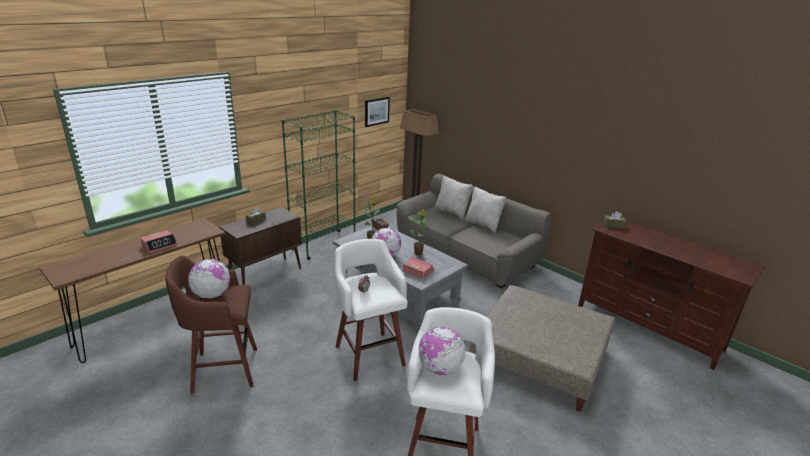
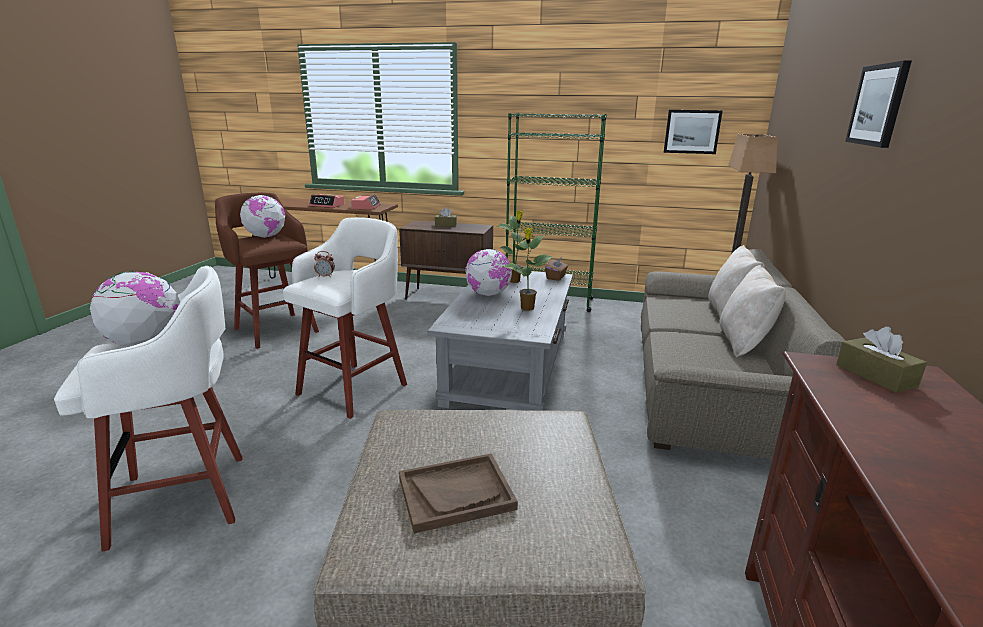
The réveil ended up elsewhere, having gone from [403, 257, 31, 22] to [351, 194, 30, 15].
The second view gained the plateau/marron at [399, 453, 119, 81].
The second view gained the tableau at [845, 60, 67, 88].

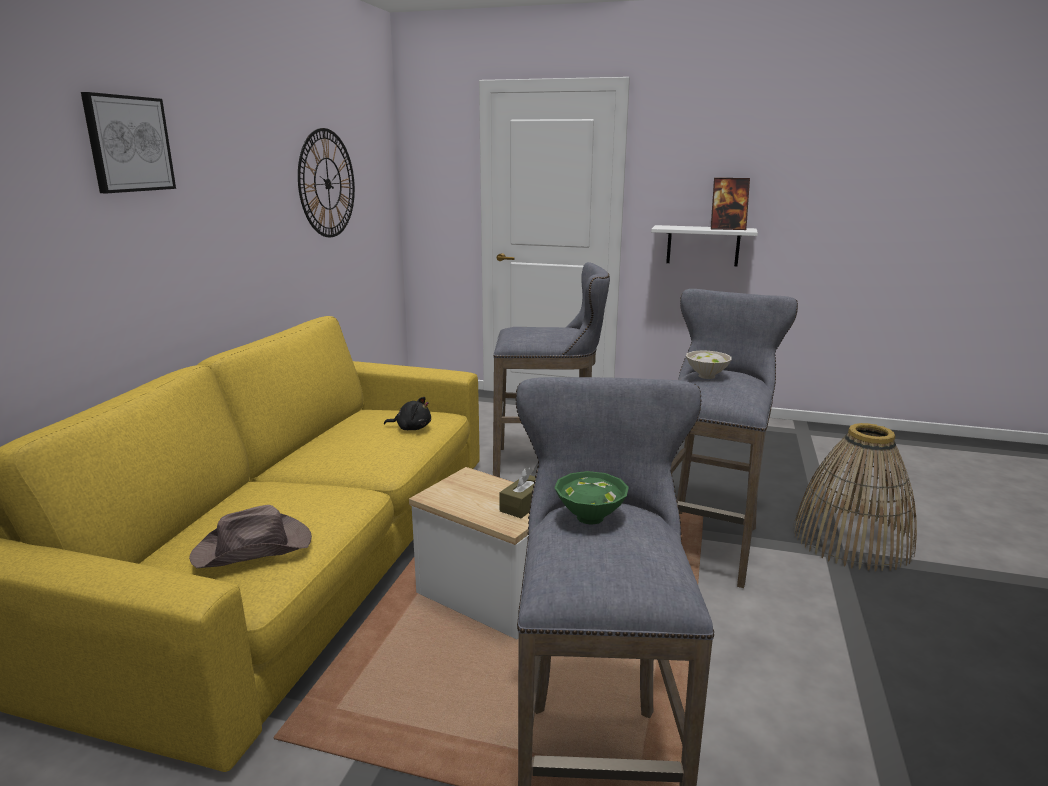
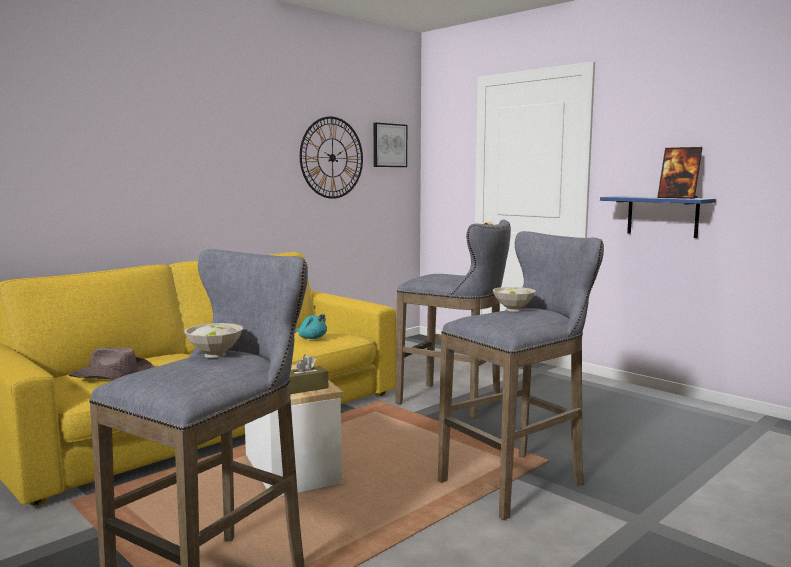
What was the bol/vert at [554, 471, 75, 54] turned into the bol/blanc at [185, 323, 58, 35].
What was the peluche/noir at [384, 397, 47, 33] turned into the peluche/turquoise at [295, 314, 32, 25].
The tableau ended up elsewhere, having gone from [81, 92, 95, 101] to [373, 123, 34, 44].
What was the étagère/blanc at [651, 225, 107, 41] turned into the étagère/bleu at [600, 196, 116, 42].
The second view lost the panier at [794, 423, 123, 148].

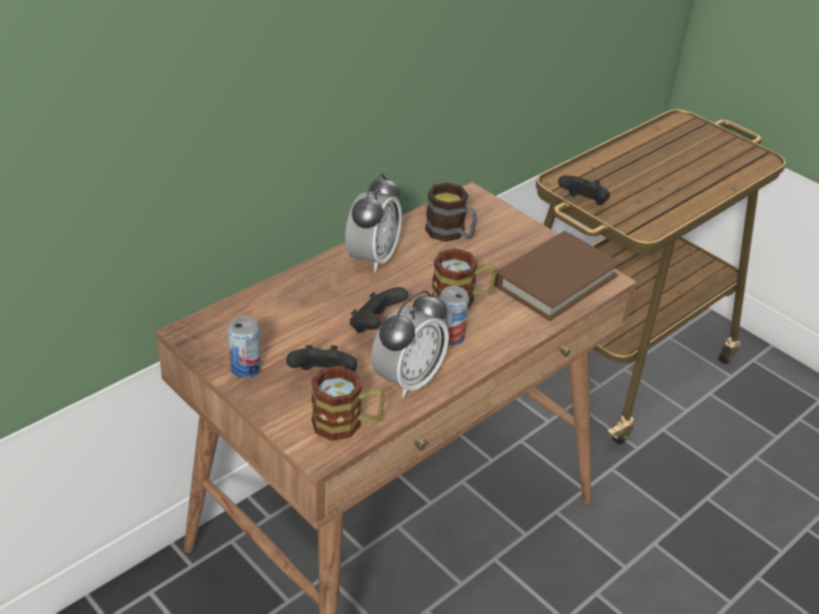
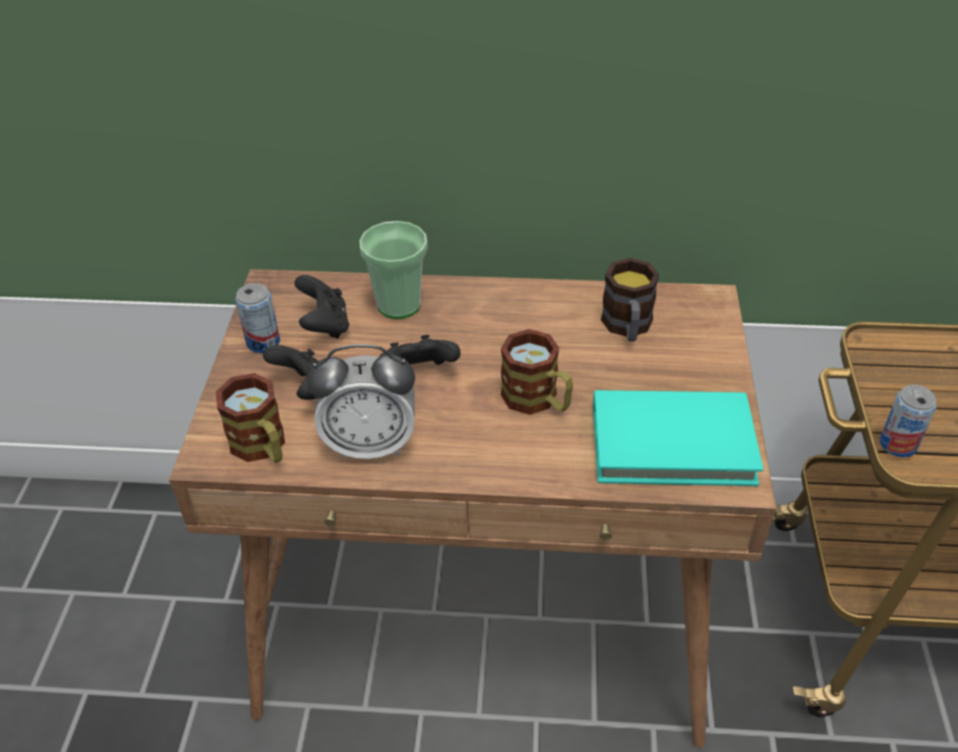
The manette/noir ended up elsewhere, having gone from [558, 175, 52, 30] to [294, 275, 55, 63].
The second view gained the tasse at [359, 221, 68, 98].
What was the livre/marron at [494, 231, 127, 90] turned into the livre/turquoise at [593, 390, 170, 96].
The boîte métallique ended up elsewhere, having gone from [438, 286, 31, 59] to [880, 385, 57, 72].
The second view lost the réveil at [345, 173, 57, 99].

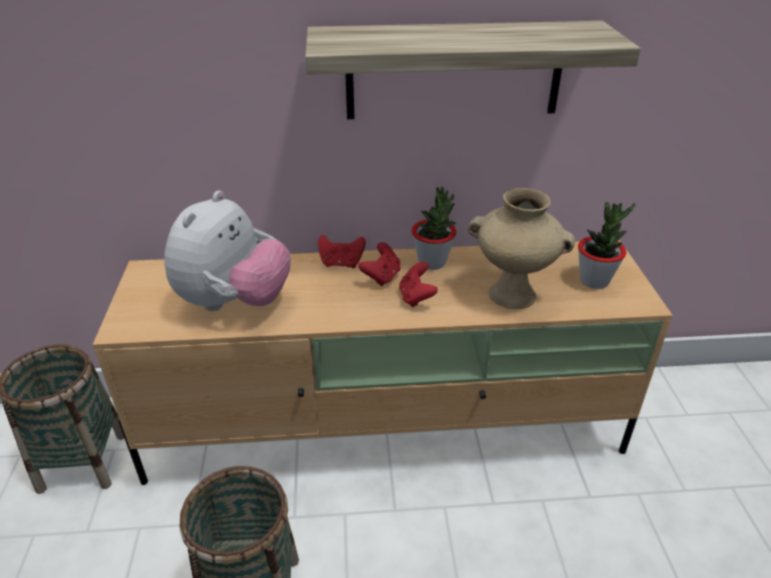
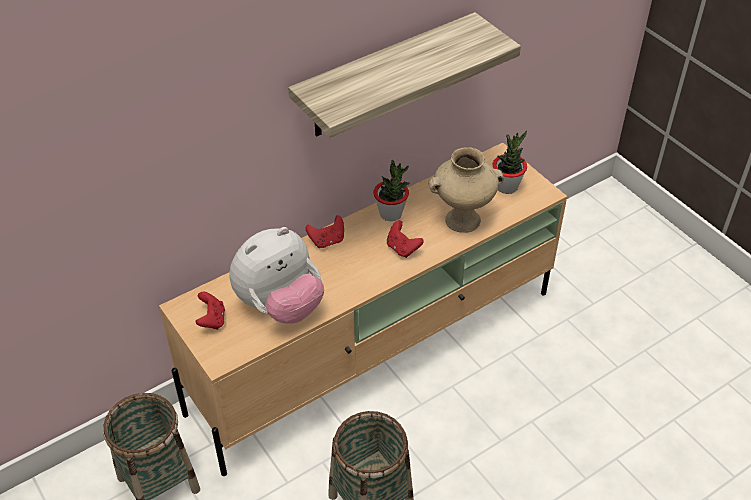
The manette/rouge ended up elsewhere, having gone from [359, 242, 42, 44] to [195, 292, 30, 38].
The peluche at [164, 190, 127, 121] ended up facing another way, 60 degrees clockwise from before.

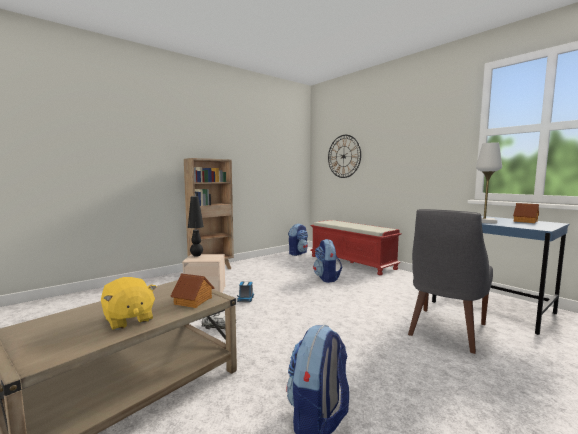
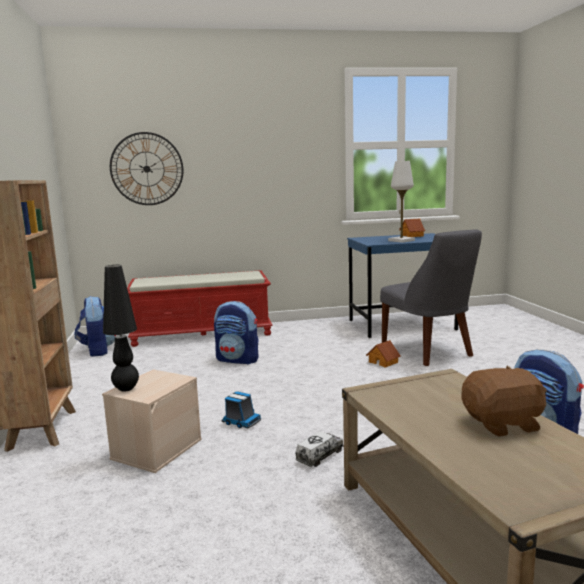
The maison miniature ended up elsewhere, having gone from [170, 274, 44, 34] to [366, 340, 34, 28].
What was the peluche/jaune at [101, 277, 56, 53] turned into the peluche/marron at [462, 366, 85, 71].

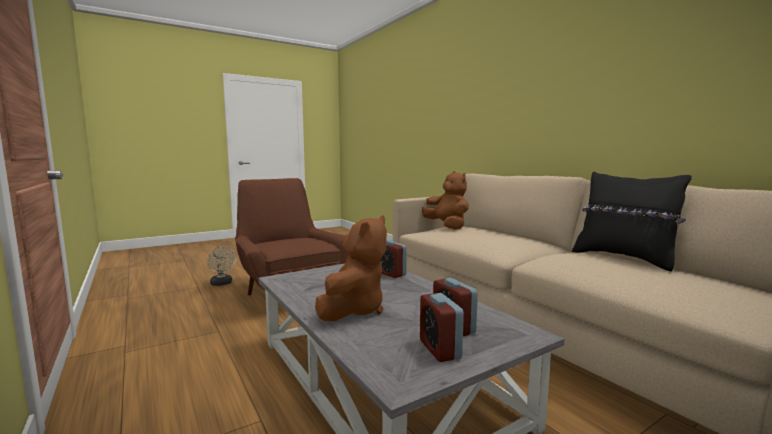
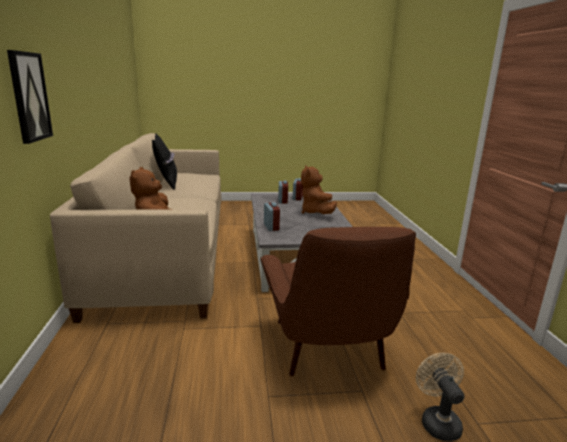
The second view gained the tableau at [7, 50, 46, 94].
The peluche/marron at [315, 215, 72, 106] ended up facing another way, 60 degrees counterclockwise from before.

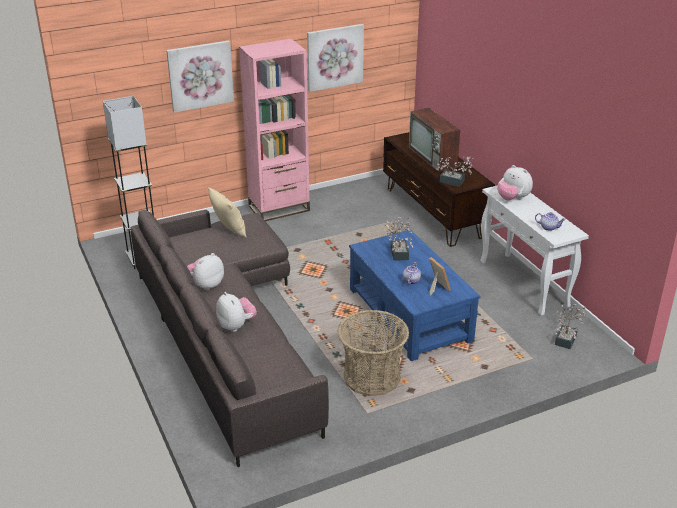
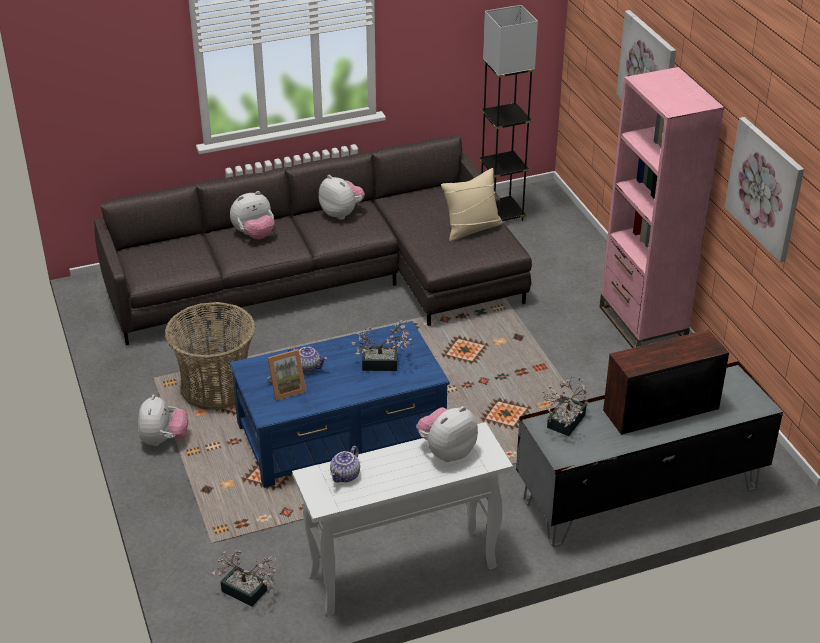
The second view gained the peluche at [138, 394, 50, 52].
What was the meuble télé/marron at [383, 132, 112, 115] turned into the meuble télé/gris at [516, 361, 267, 186].

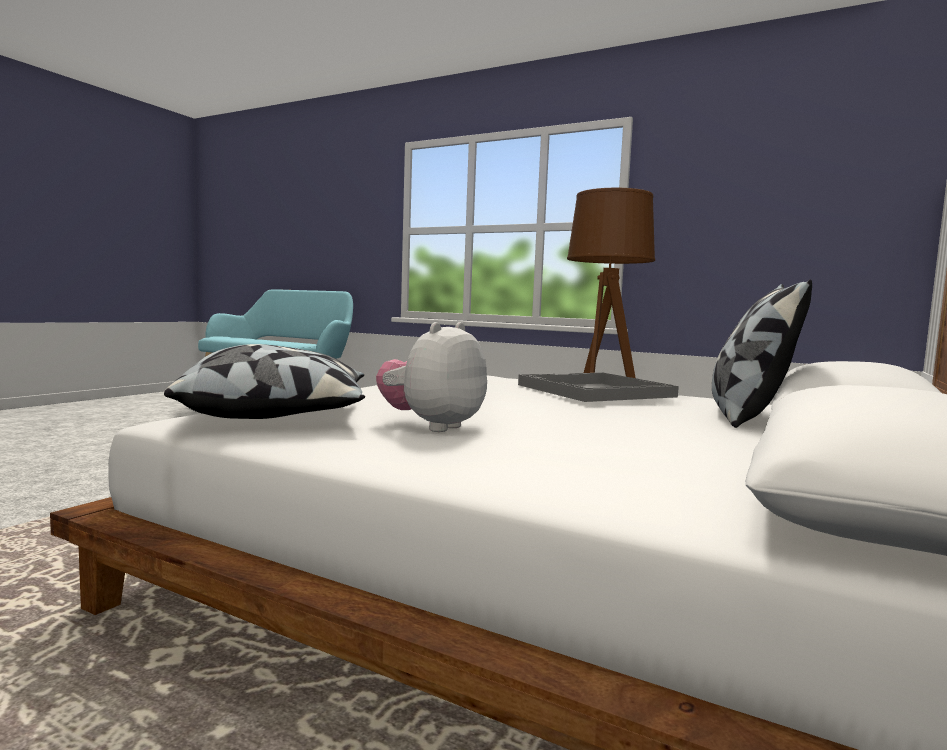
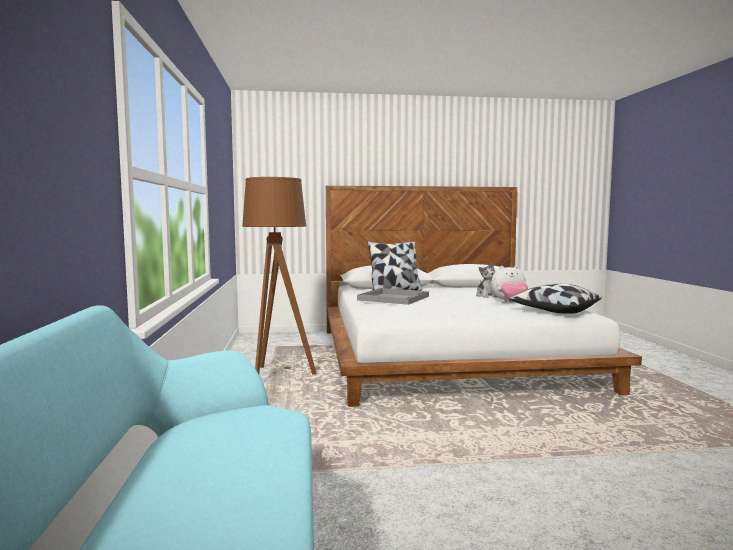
The second view gained the peluche at [476, 262, 22, 36].

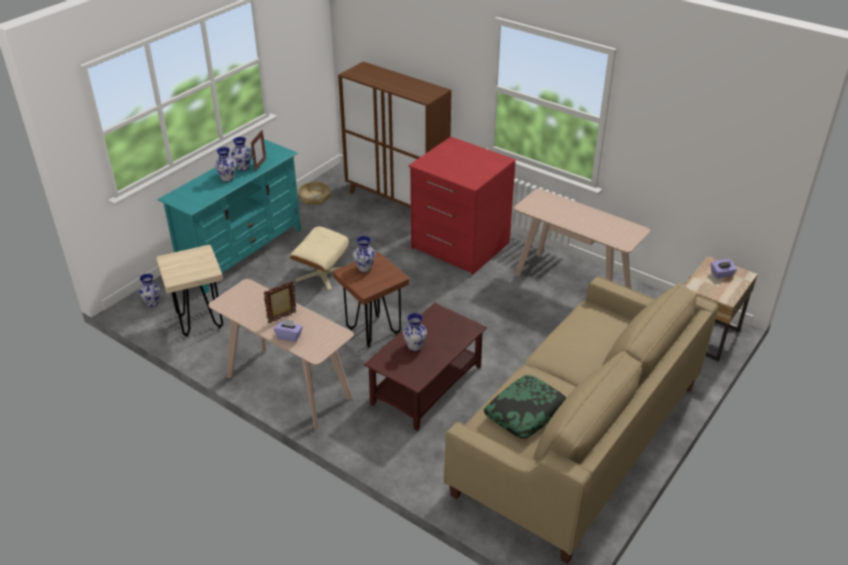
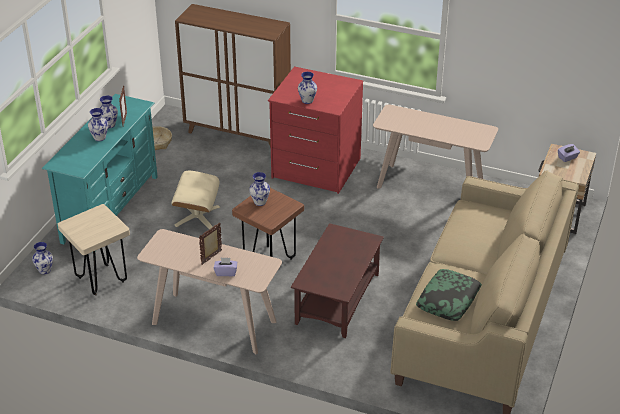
The vase ended up elsewhere, having gone from [403, 313, 24, 38] to [298, 72, 19, 32].

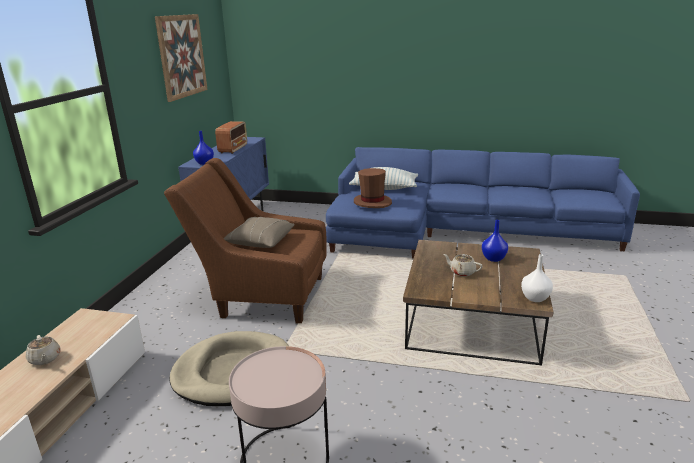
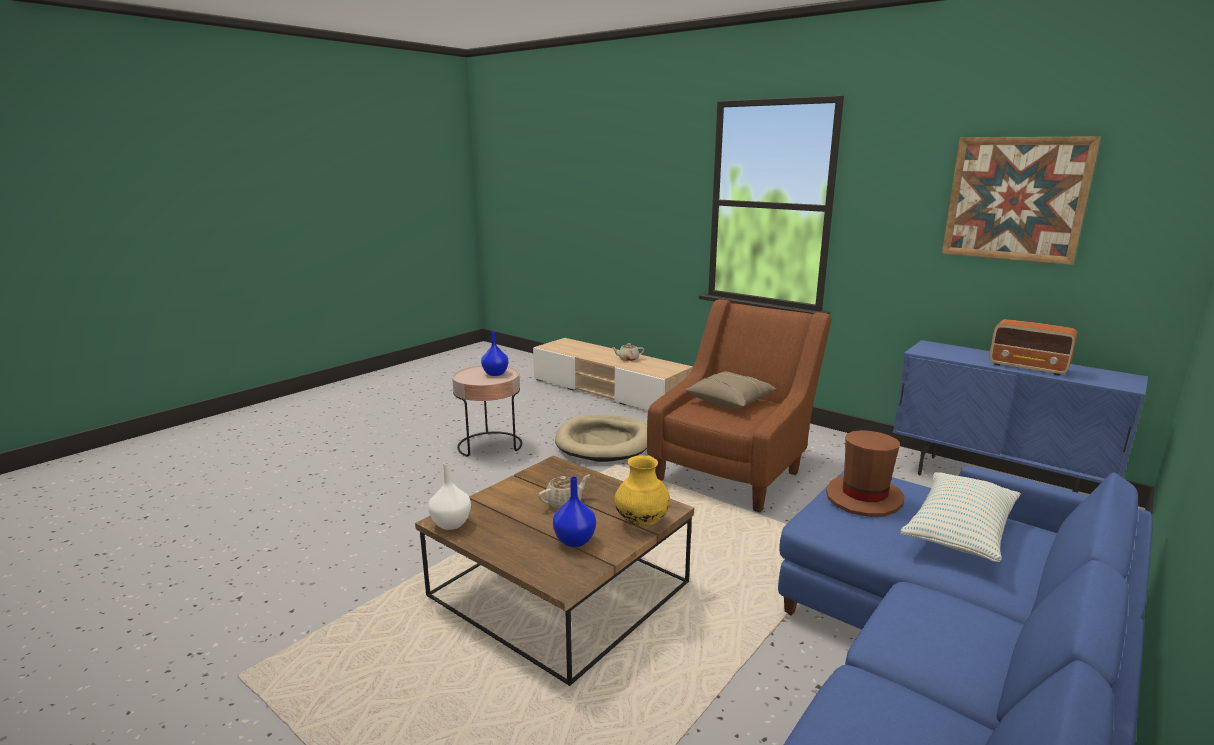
The vase/bleu ended up elsewhere, having gone from [193, 131, 21, 34] to [481, 331, 27, 45].
The second view gained the vase/jaune at [614, 455, 56, 71].

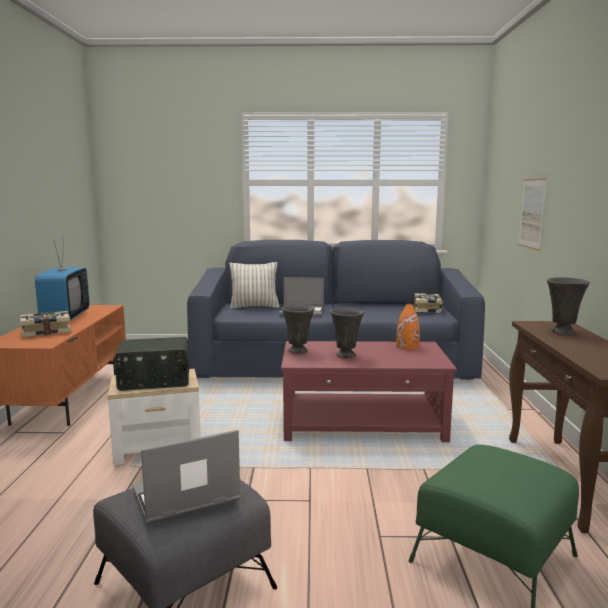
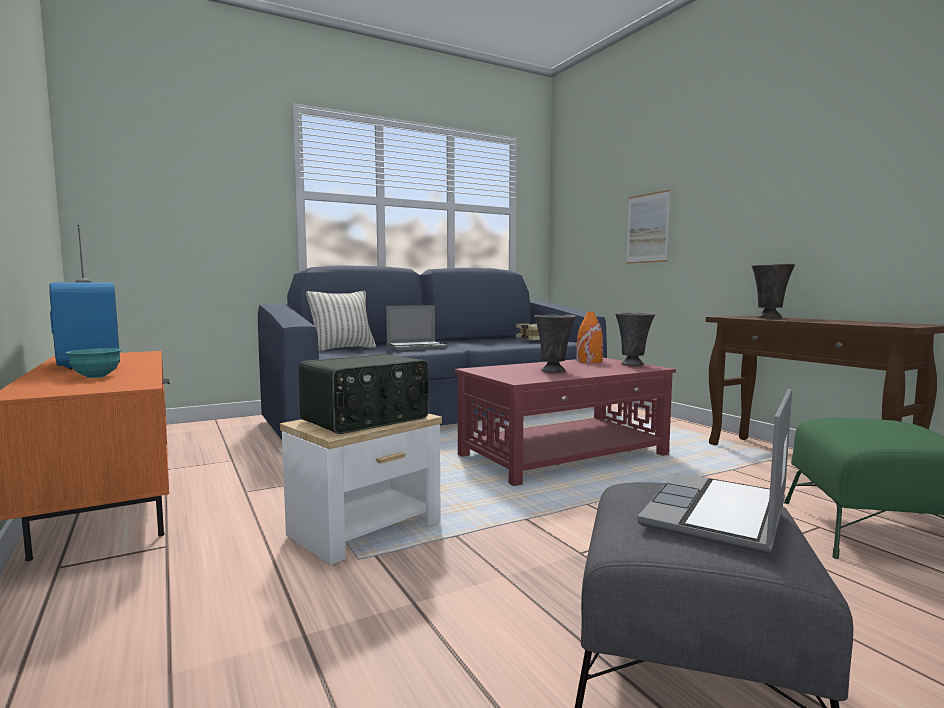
Where the livre stood at [20, 311, 51, 26], the bol/turquoise came to stand at [66, 348, 56, 30].
The vase/gris ended up elsewhere, having gone from [282, 305, 33, 49] to [615, 312, 40, 54].

